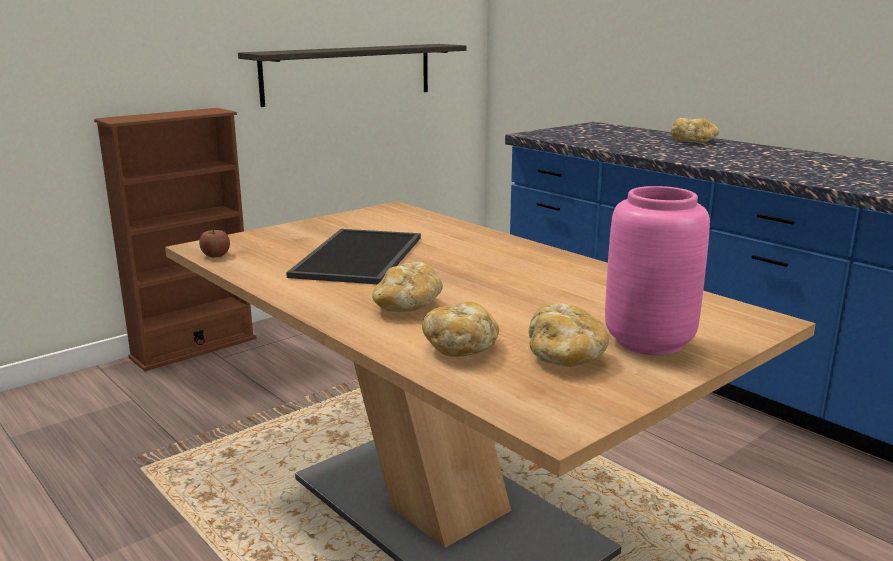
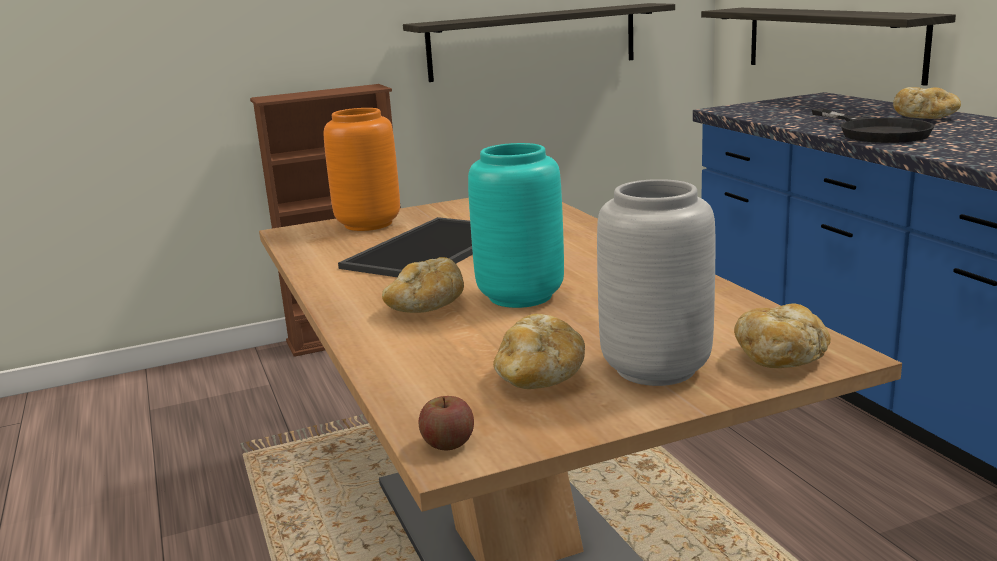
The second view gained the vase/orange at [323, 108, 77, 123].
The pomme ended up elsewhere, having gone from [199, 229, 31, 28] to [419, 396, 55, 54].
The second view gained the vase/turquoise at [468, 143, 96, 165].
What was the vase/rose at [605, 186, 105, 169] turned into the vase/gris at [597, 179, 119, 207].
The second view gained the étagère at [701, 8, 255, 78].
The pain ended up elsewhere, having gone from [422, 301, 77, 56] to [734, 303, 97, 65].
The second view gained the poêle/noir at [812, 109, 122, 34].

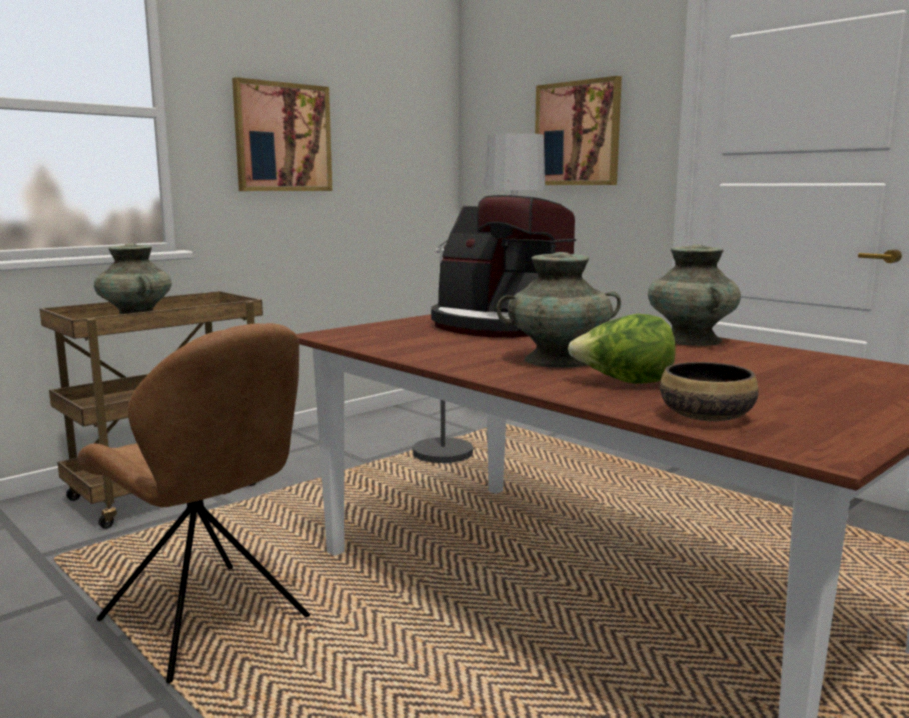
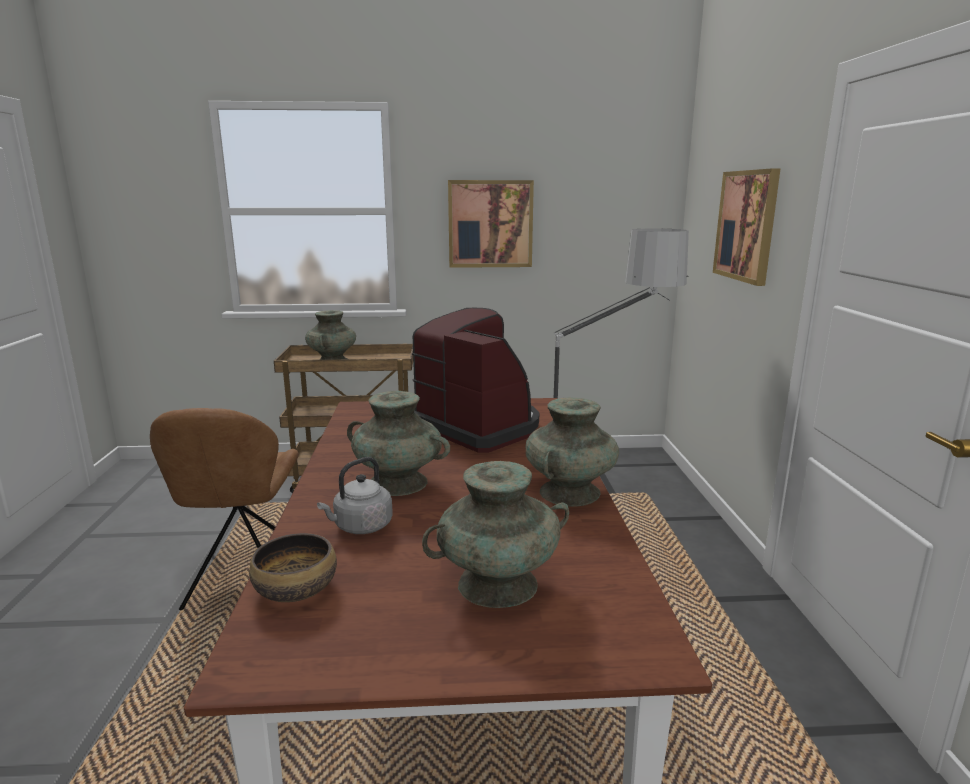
Where the laitue stood at [568, 314, 108, 70], the bouilloire/gris came to stand at [317, 457, 76, 77].
The machine à café at [431, 195, 145, 143] ended up facing another way, 150 degrees clockwise from before.
The second view gained the vase/turquoise at [422, 461, 147, 147].

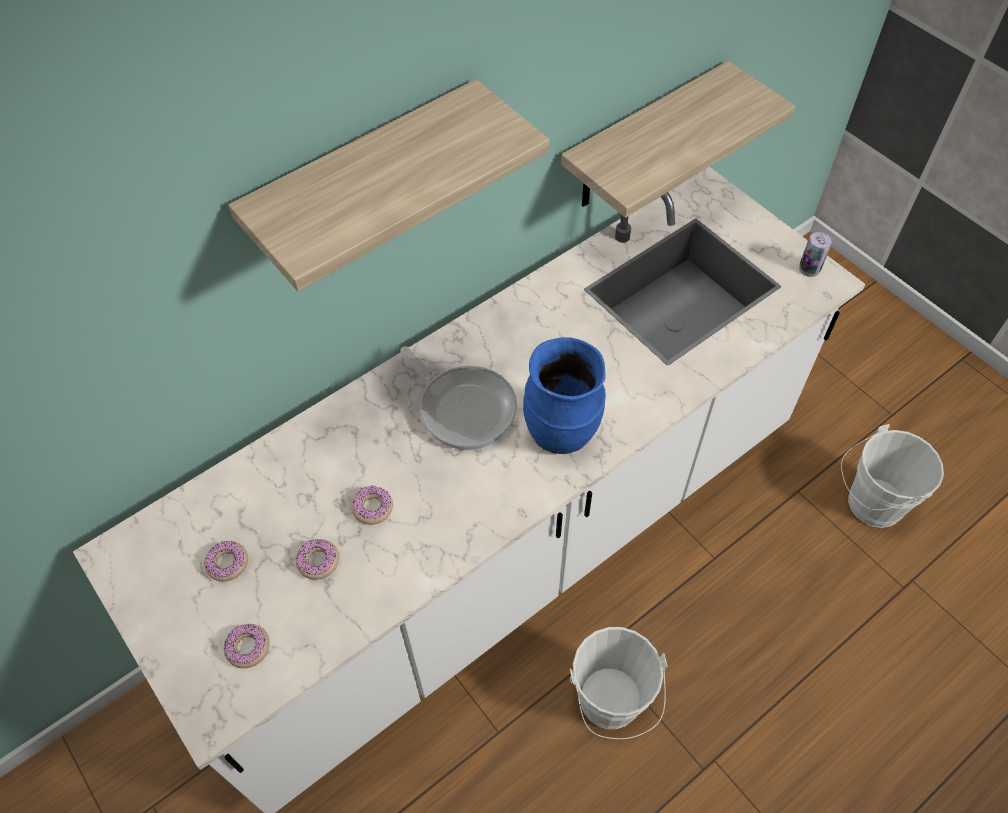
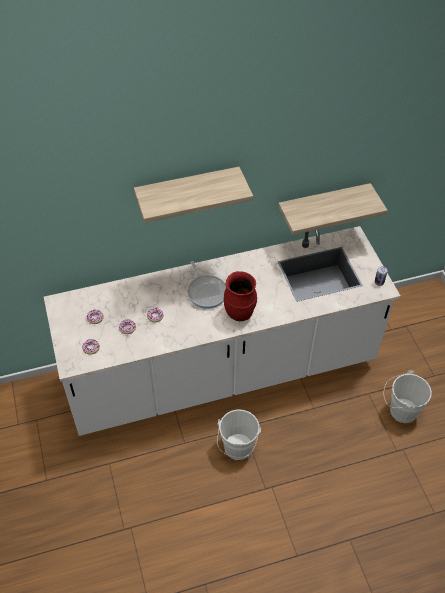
What was the vase/bleu at [523, 337, 83, 117] turned into the vase/rouge at [224, 271, 33, 50].

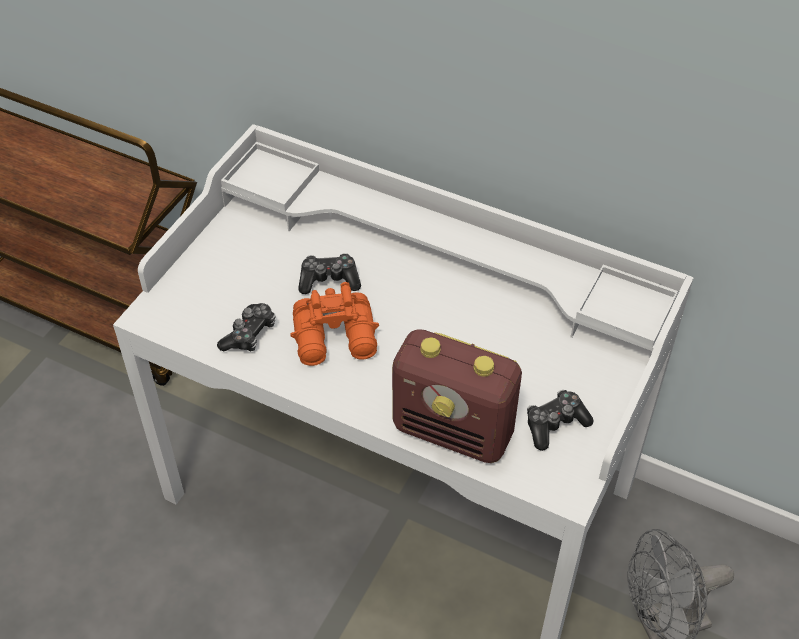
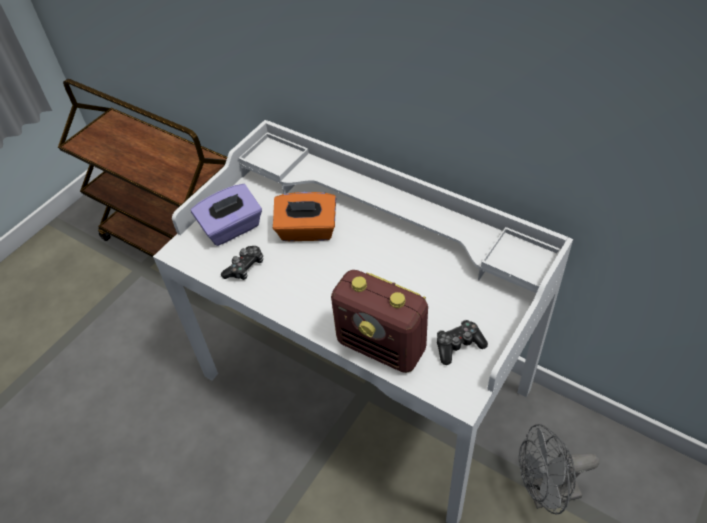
The second view gained the boîte à mouchoirs/violet at [191, 184, 71, 62].
Where the manette stood at [298, 253, 63, 41], the boîte à mouchoirs/orange came to stand at [273, 192, 63, 50].
The second view lost the jumelles/orange at [290, 282, 89, 84].

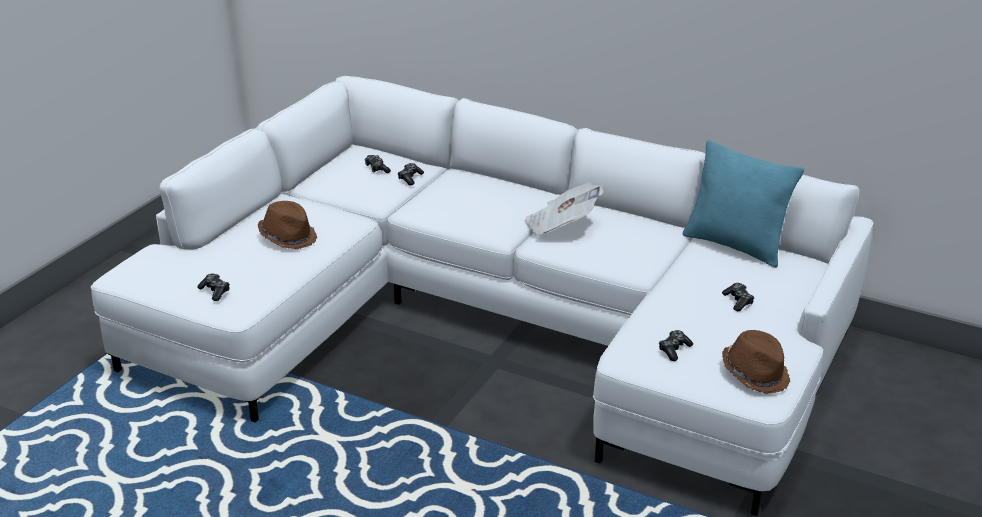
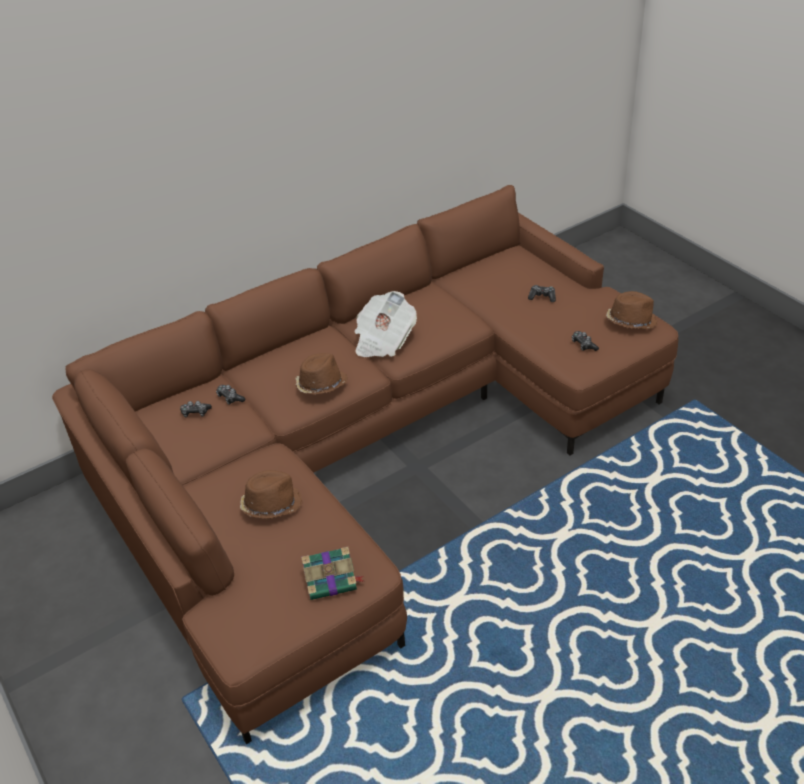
What was the canapé/blanc at [91, 76, 783, 440] turned into the canapé/marron at [52, 185, 626, 559].
The second view gained the chapeau/marron at [295, 353, 53, 42].
Where the manette stood at [197, 274, 33, 27], the livre came to stand at [301, 547, 63, 53].
The second view lost the coussin/turquoise at [683, 140, 121, 128].

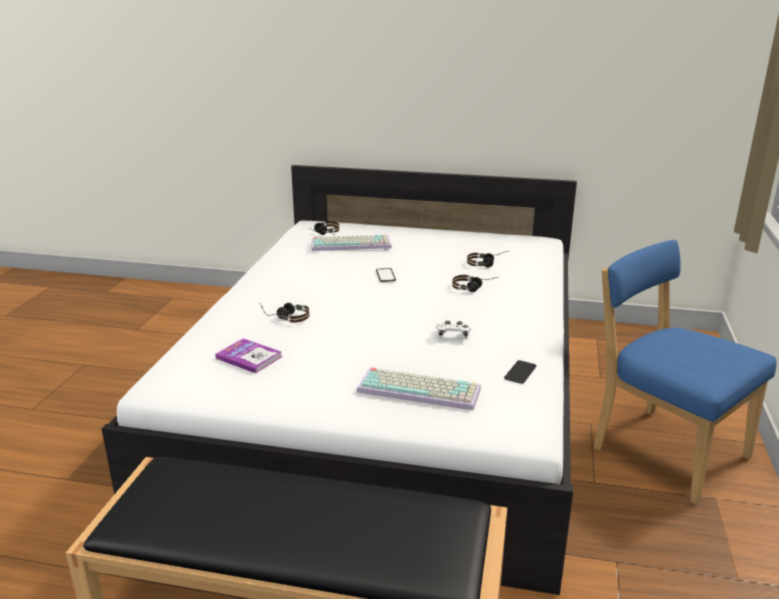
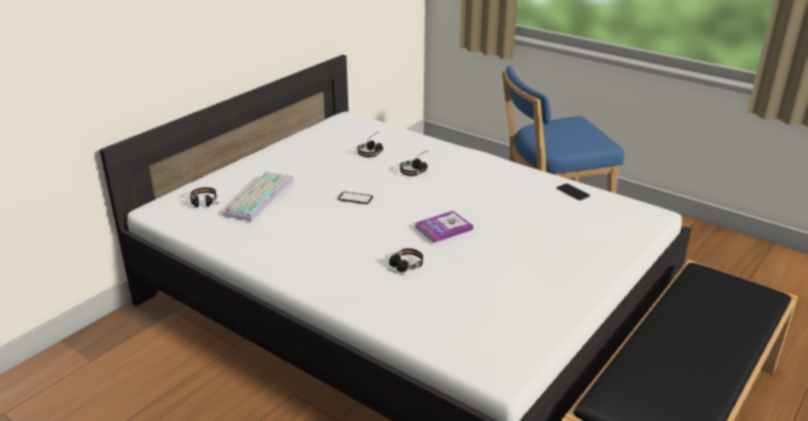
The livre ended up elsewhere, having gone from [215, 338, 67, 35] to [415, 211, 58, 32].
The second view lost the clavier at [357, 368, 124, 43].
The second view lost the manette/blanc at [436, 321, 35, 18].

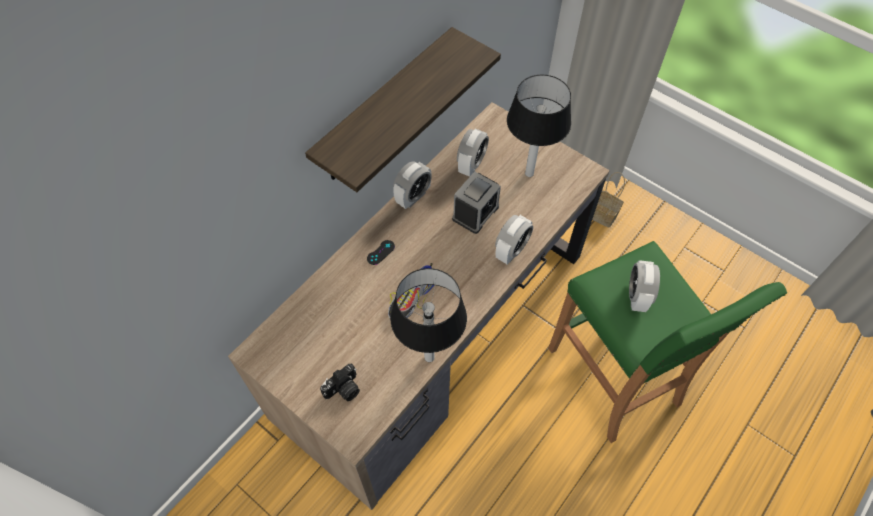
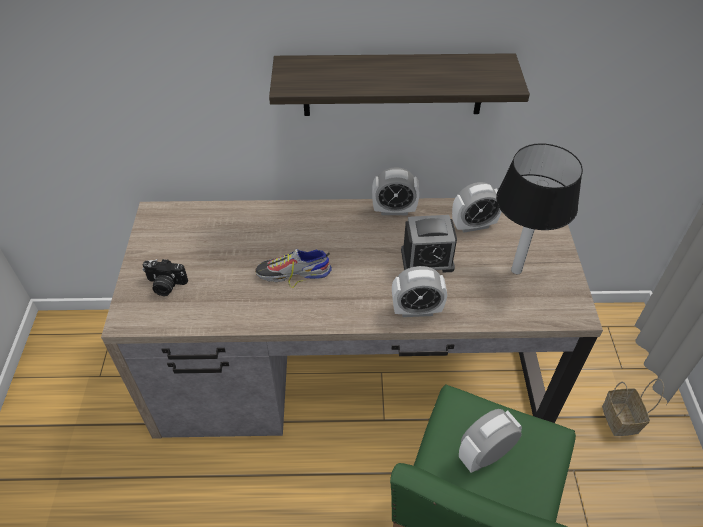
The second view lost the manette/noir at [367, 240, 28, 25].
The second view lost the lampe de table at [390, 268, 77, 94].

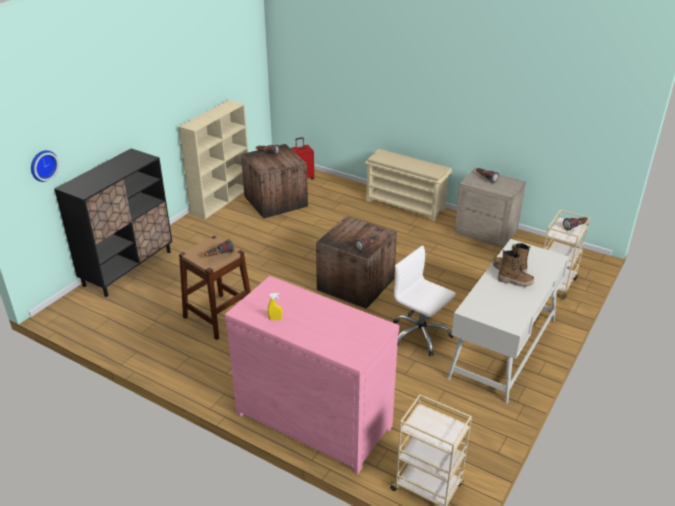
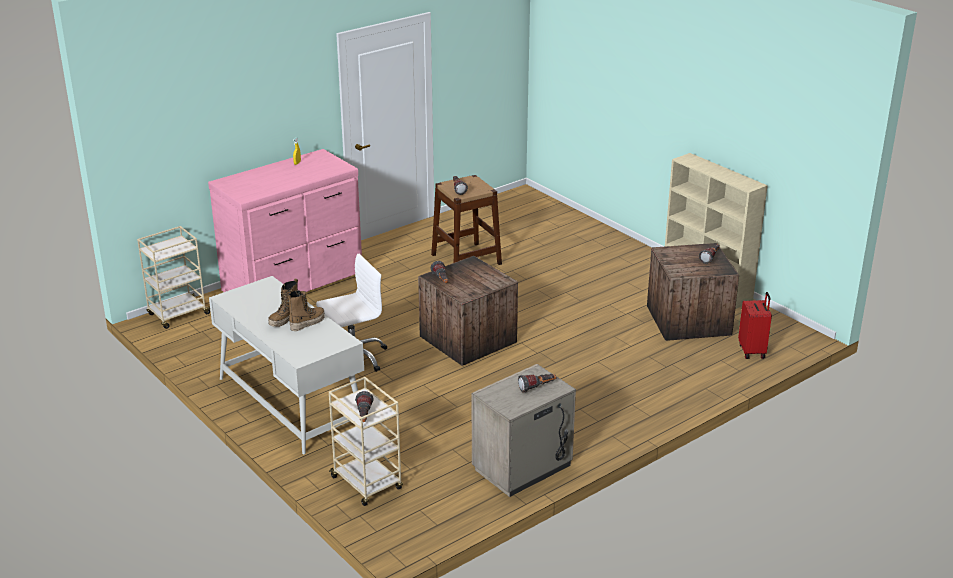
The second view lost the horloge murale at [31, 150, 28, 32].
The second view lost the meuble de rangement/noir at [54, 148, 118, 149].
The second view lost the étagère à chaussures/beige at [365, 149, 87, 73].

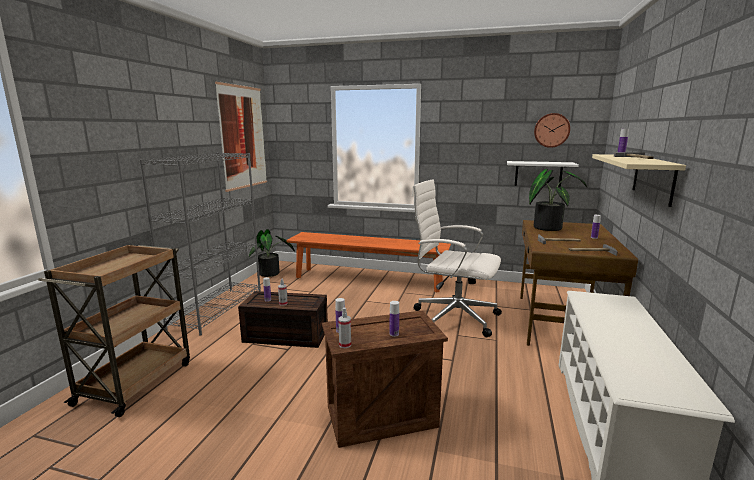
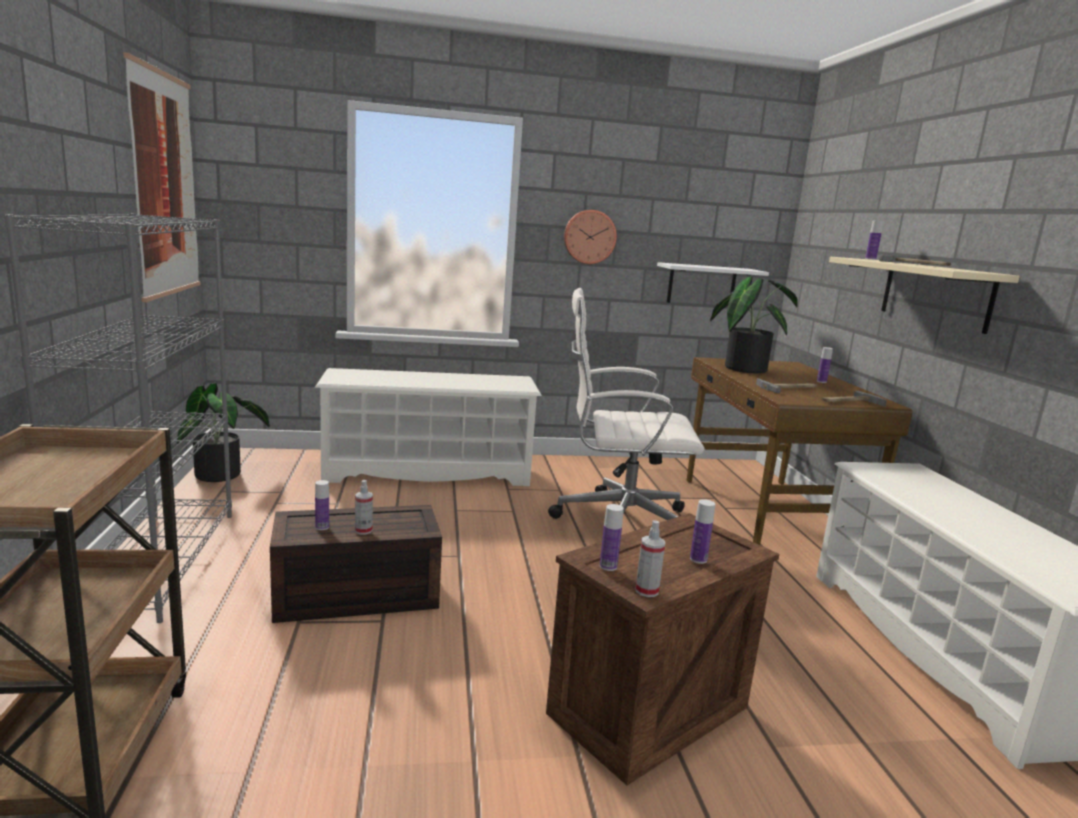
Where the banc/orange stood at [286, 232, 165, 61], the étagère à chaussures/blanc came to stand at [315, 368, 227, 118].
The horloge murale ended up elsewhere, having gone from [534, 113, 36, 35] to [564, 210, 53, 54].

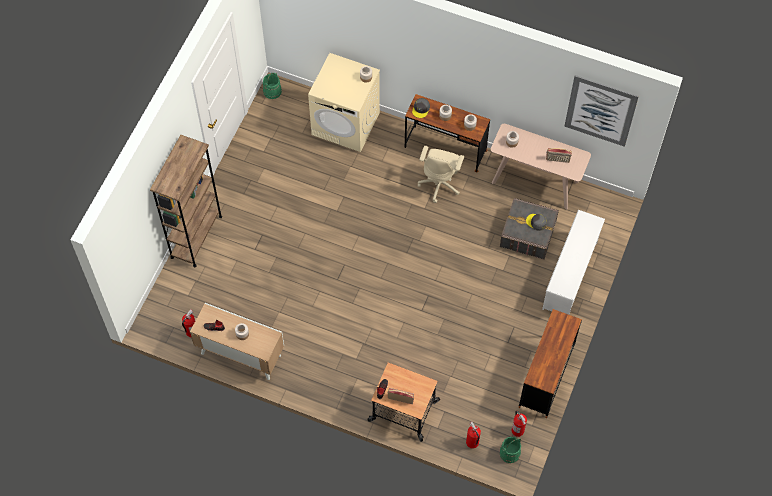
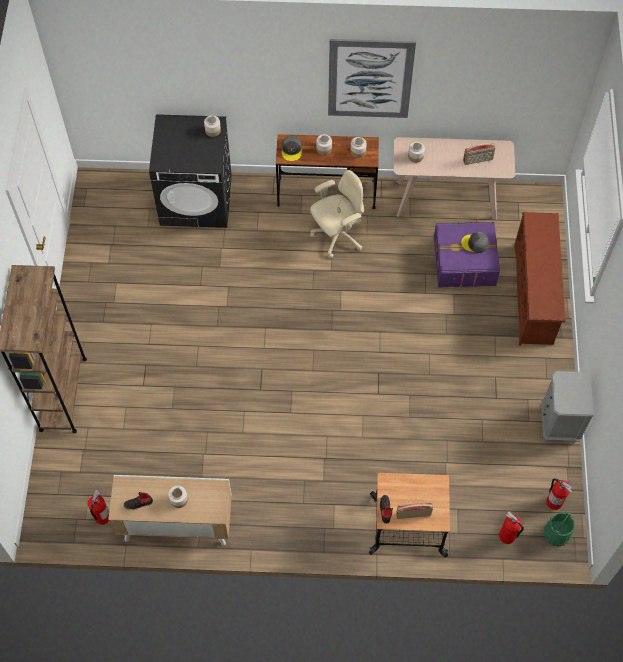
What was the lave-linge/beige at [308, 53, 72, 99] turned into the lave-linge/noir at [149, 114, 83, 114].
The chaise de bureau/beige at [418, 146, 46, 57] ended up facing another way, 120 degrees counterclockwise from before.
The tableau ended up elsewhere, having gone from [564, 75, 75, 72] to [328, 39, 88, 79].
What was the boîte de rangement/gris at [500, 197, 59, 63] turned into the boîte de rangement/violet at [434, 221, 66, 67].
What was the étagère à chaussures/blanc at [542, 210, 63, 105] turned into the étagère à chaussures/marron at [514, 212, 52, 133].
Where the bureau/marron stood at [518, 309, 64, 109], the table de chevet/gris came to stand at [541, 371, 52, 73].
The second view lost the seau/vert at [263, 72, 19, 27].

